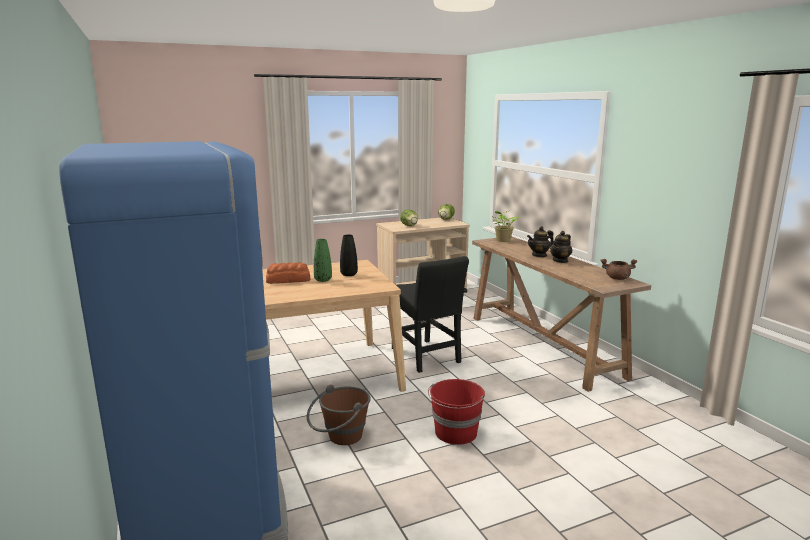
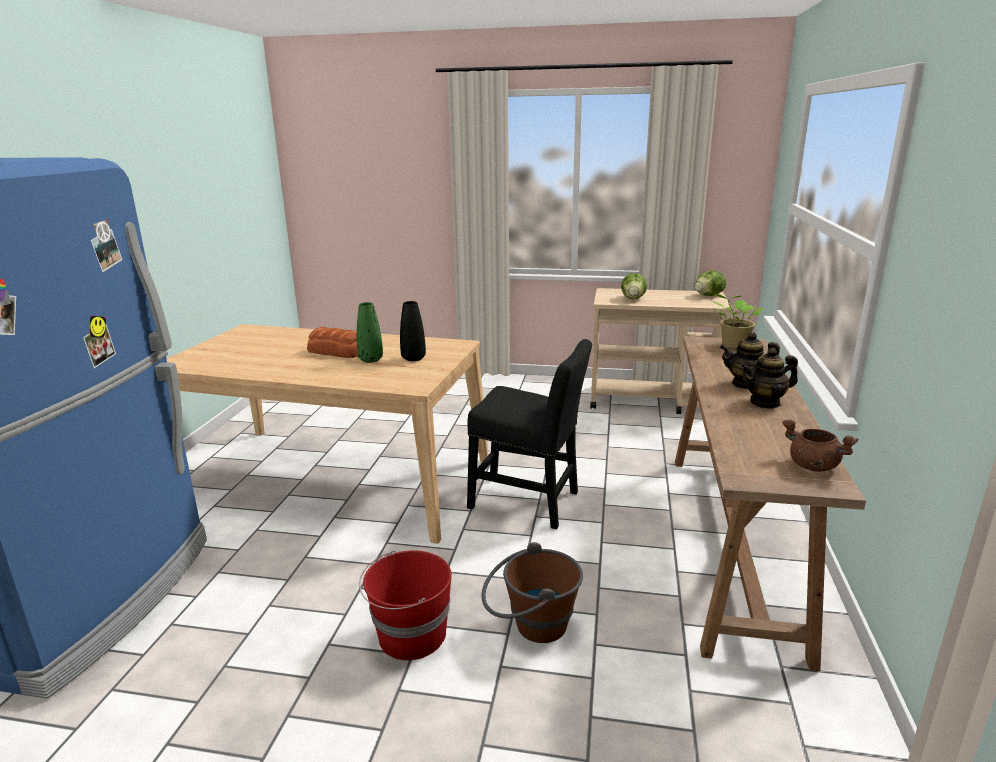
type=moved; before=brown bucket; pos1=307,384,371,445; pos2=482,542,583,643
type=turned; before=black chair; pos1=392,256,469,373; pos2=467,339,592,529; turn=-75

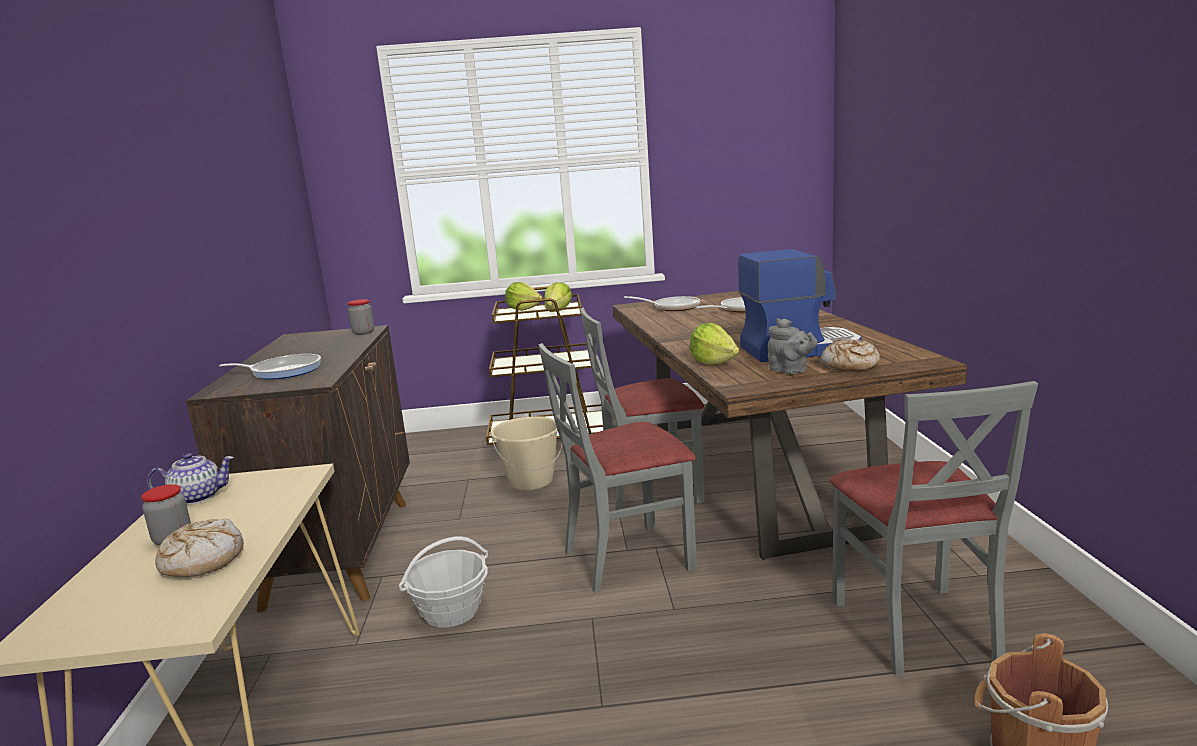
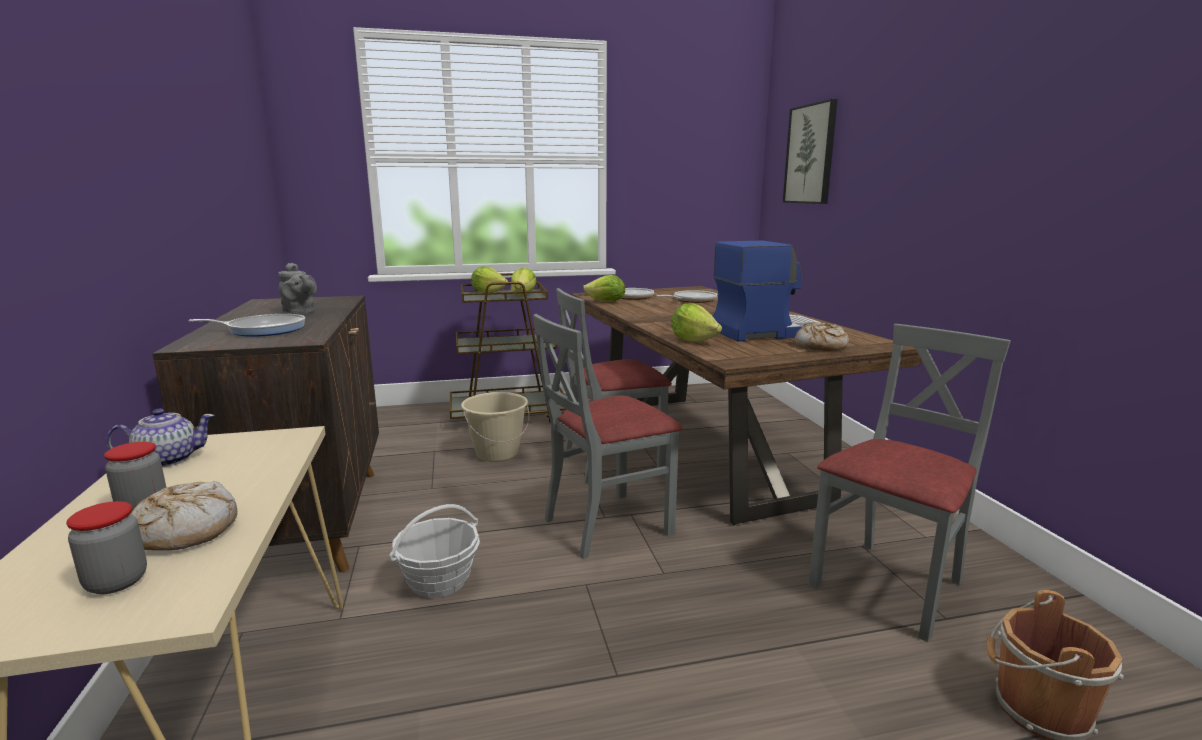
type=moved; before=jar; pos1=348,299,374,335; pos2=66,501,147,594
type=moved; before=gray pot for tea; pos1=768,318,818,374; pos2=278,263,317,314
type=turned; before=gray chair; pos1=829,381,1038,676; pos2=808,324,1011,642; turn=-120
type=added; after=head of lettuce; pos2=583,275,625,302
type=added; after=wall picture; pos2=783,99,838,204

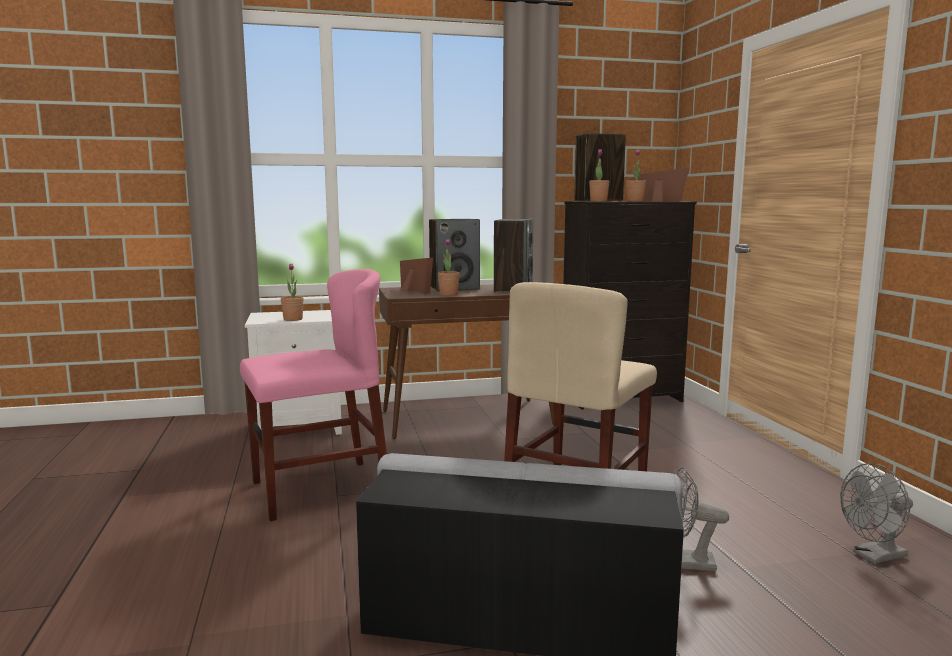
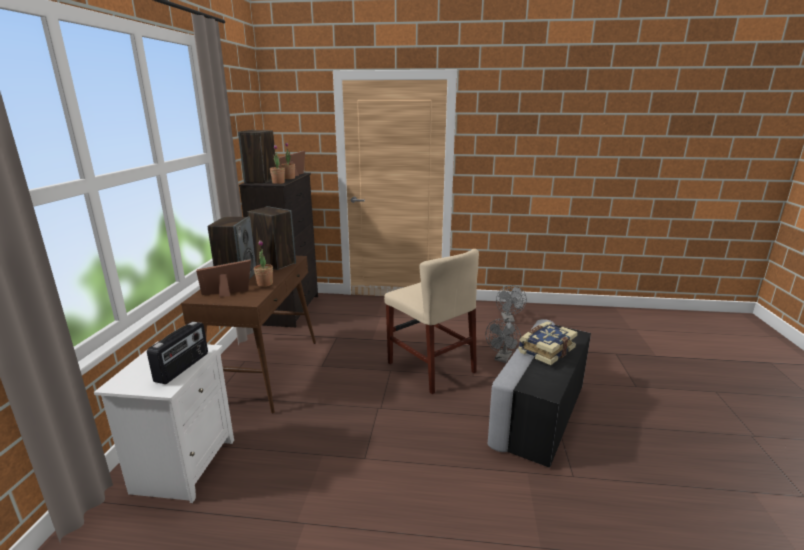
type=removed; before=pinkish chair; pos1=240,269,387,521
type=replaced; before=plant in a pot; after=radio receiver; pos1=280,263,304,321; pos2=147,321,208,384
type=added; after=volume; pos2=518,321,578,365

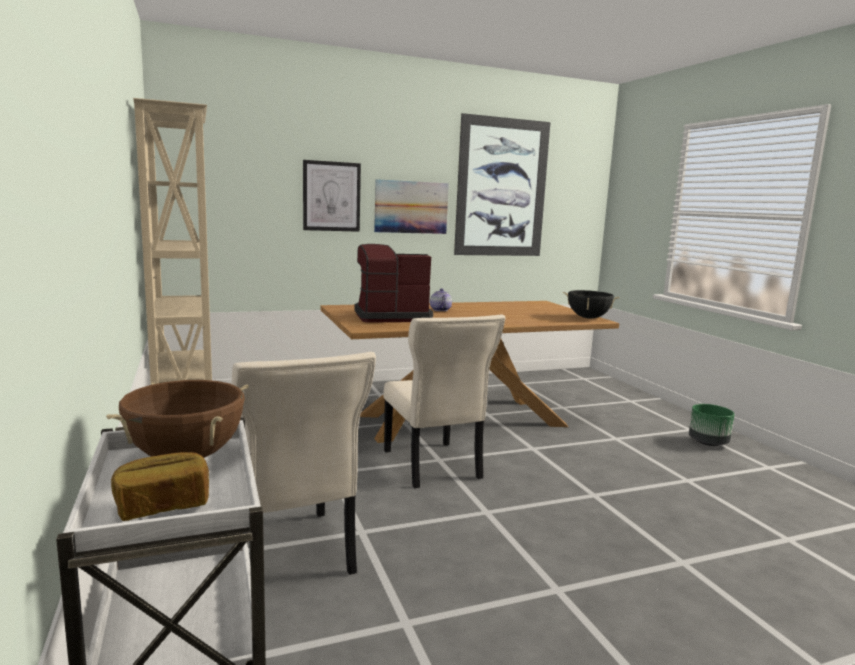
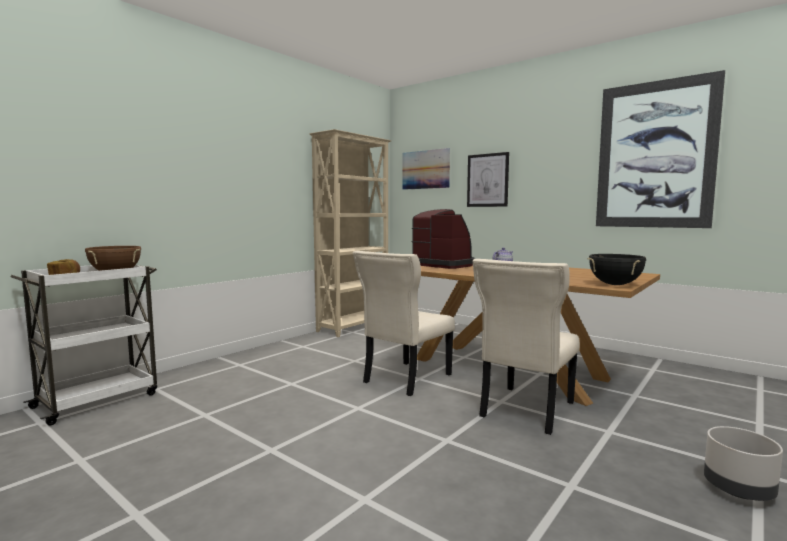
type=moved; before=sand-coloured chair; pos1=232,352,376,575; pos2=473,259,580,435
type=moved; before=wall picture; pos1=374,179,449,234; pos2=403,148,450,190
type=recoloured; before=green plant pot; after=gray plant pot; pos1=689,404,735,446; pos2=704,426,783,501

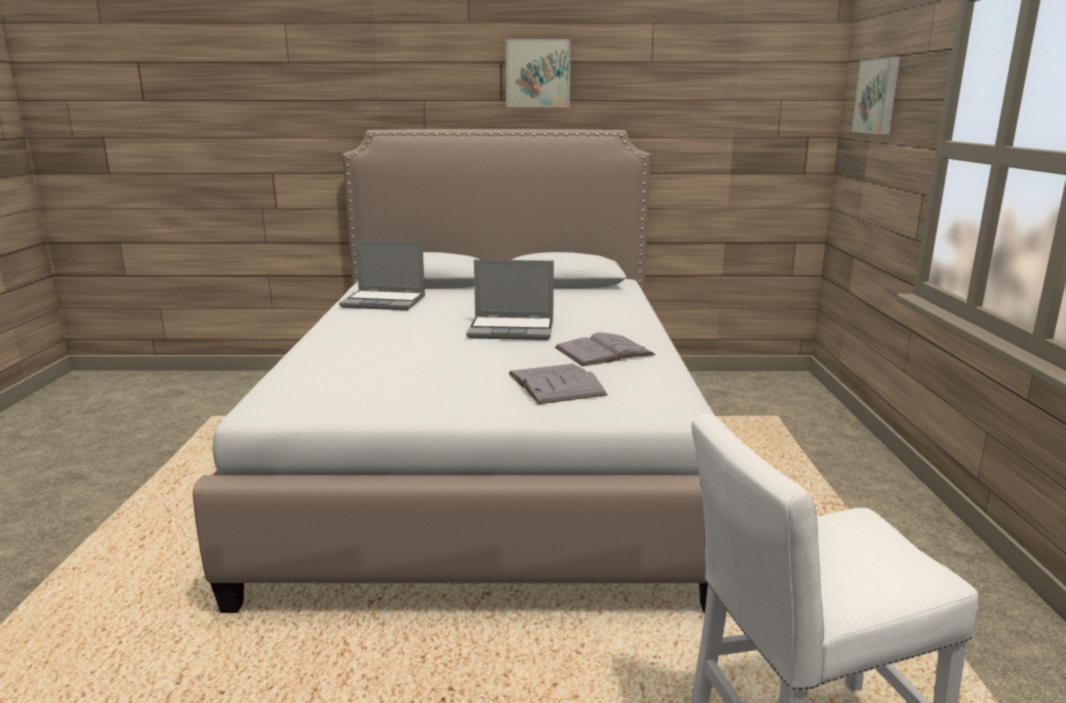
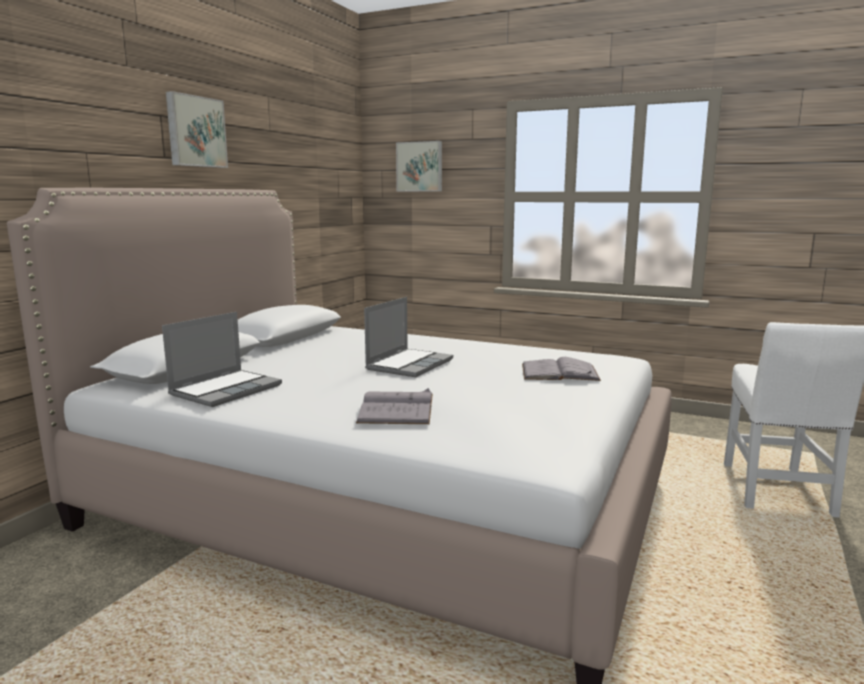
type=moved; before=gray volume; pos1=555,332,656,366; pos2=356,388,433,424

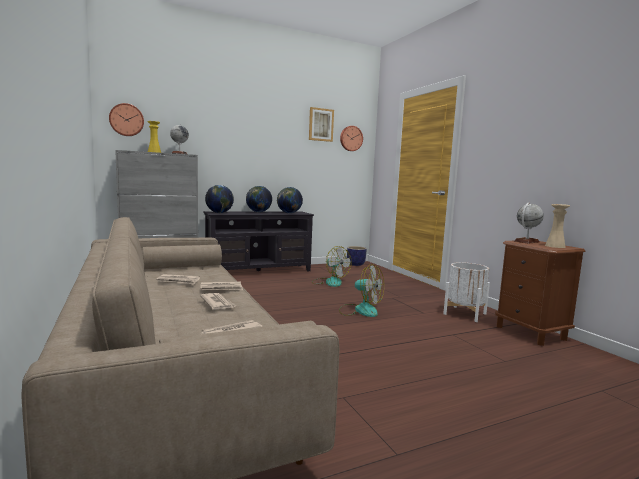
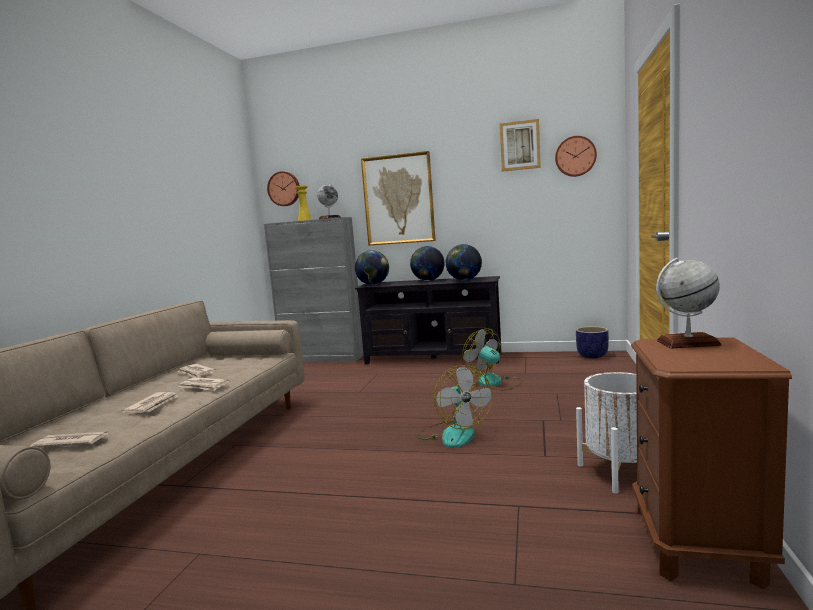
type=turned; before=cooling fan; pos1=312,246,352,287; pos2=462,328,523,390; turn=150
type=removed; before=sand-coloured decorative vase; pos1=545,204,570,248
type=added; after=wall picture; pos2=361,151,436,246

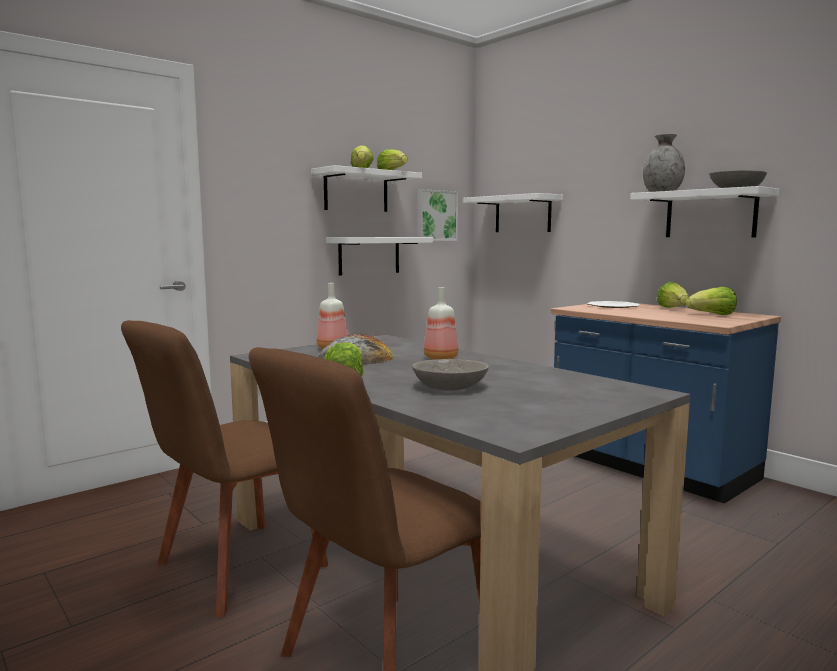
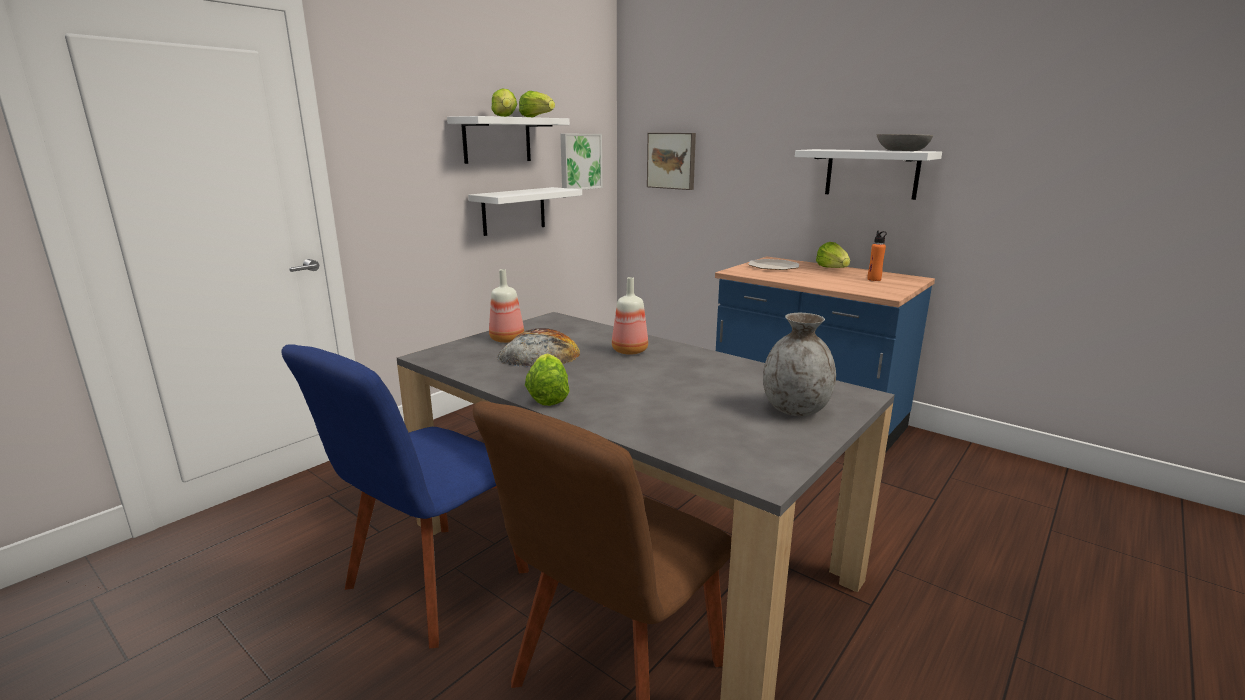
type=recoloured; before=brown chair; after=bluish chair; pos1=121,320,328,617; pos2=281,344,529,648
type=removed; before=gray deep dish; pos1=412,359,489,391
type=replaced; before=whitish wall shelf; after=wall picture; pos1=463,193,563,232; pos2=647,133,696,190
type=moved; before=gray decorative vase; pos1=643,134,685,192; pos2=763,313,836,416
type=replaced; before=head of lettuce; after=orange-coloured beverage bottle; pos1=686,286,737,315; pos2=867,231,887,281

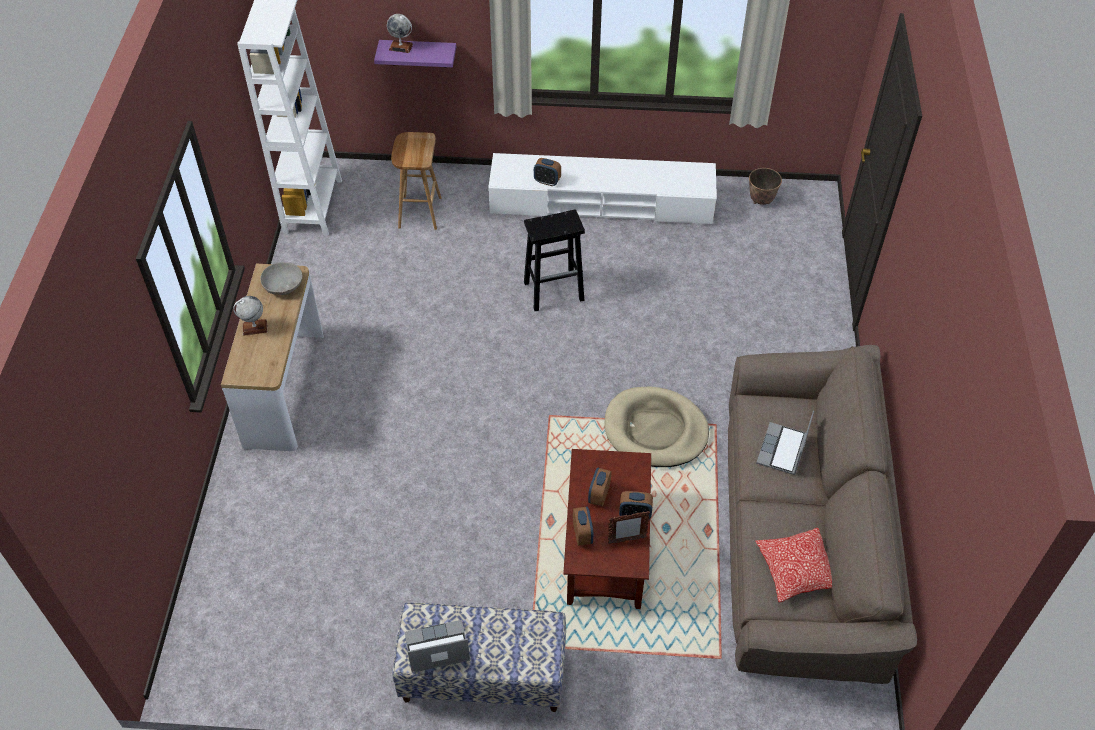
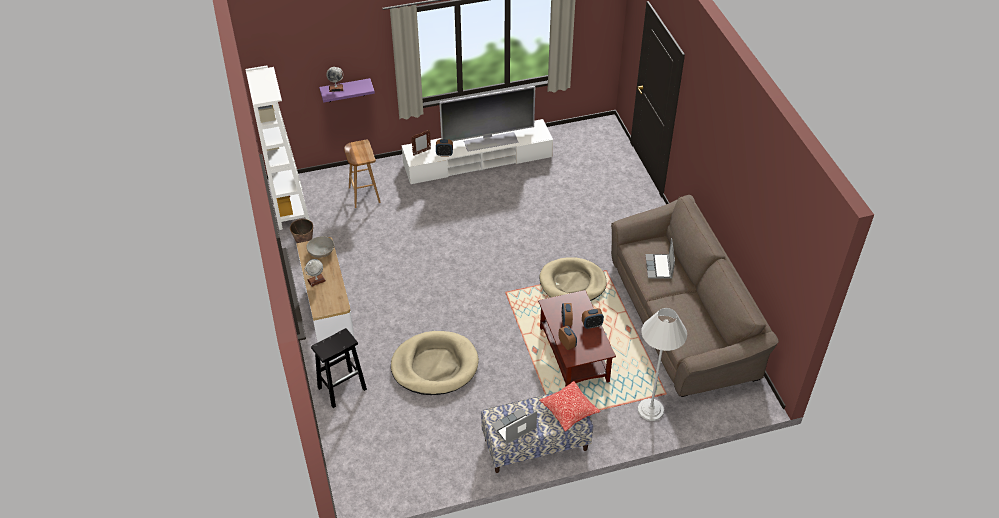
type=moved; before=black stool; pos1=524,210,585,311; pos2=311,328,367,408
type=moved; before=standing frame; pos1=608,511,650,544; pos2=411,130,431,155
type=moved; before=plant pot; pos1=749,168,782,205; pos2=290,219,313,243
type=moved; before=pillow; pos1=755,528,832,602; pos2=540,381,601,431
type=added; after=sand-coloured dog cushion; pos2=391,331,479,395
type=added; after=television; pos2=439,86,535,152
type=added; after=whitish standard lamp; pos2=638,308,687,421

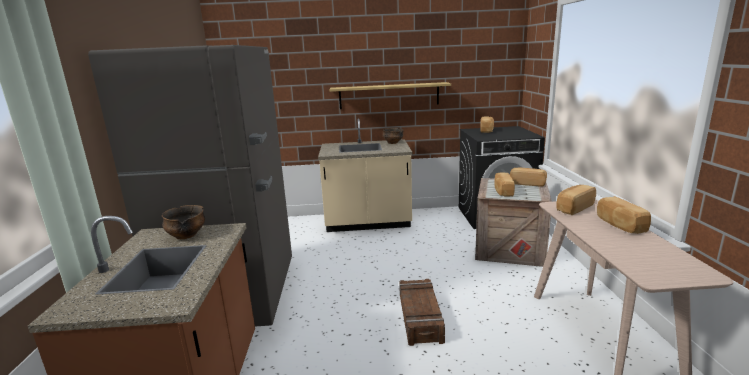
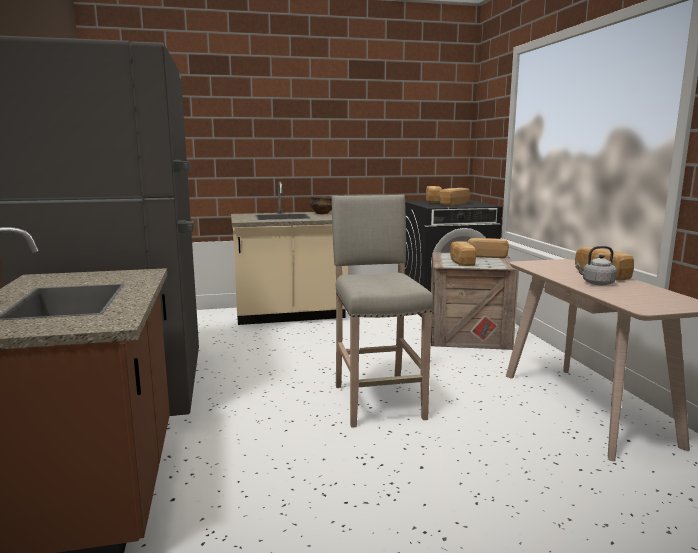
type=removed; before=deep dish; pos1=161,205,205,239
type=removed; before=wall shelf; pos1=329,82,451,109
type=replaced; before=shipping crate; after=sand-coloured stool; pos1=399,279,445,346; pos2=331,195,433,428
type=moved; before=bread; pos1=556,185,596,215; pos2=439,188,470,206
type=added; after=gray tea kettle; pos2=575,246,617,285

